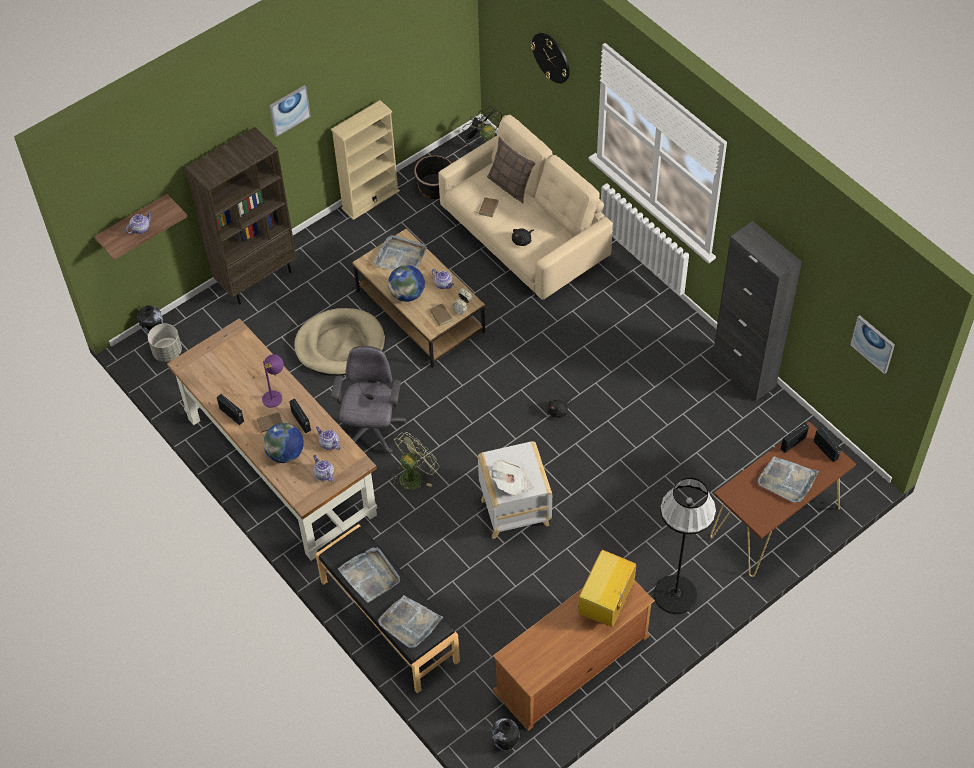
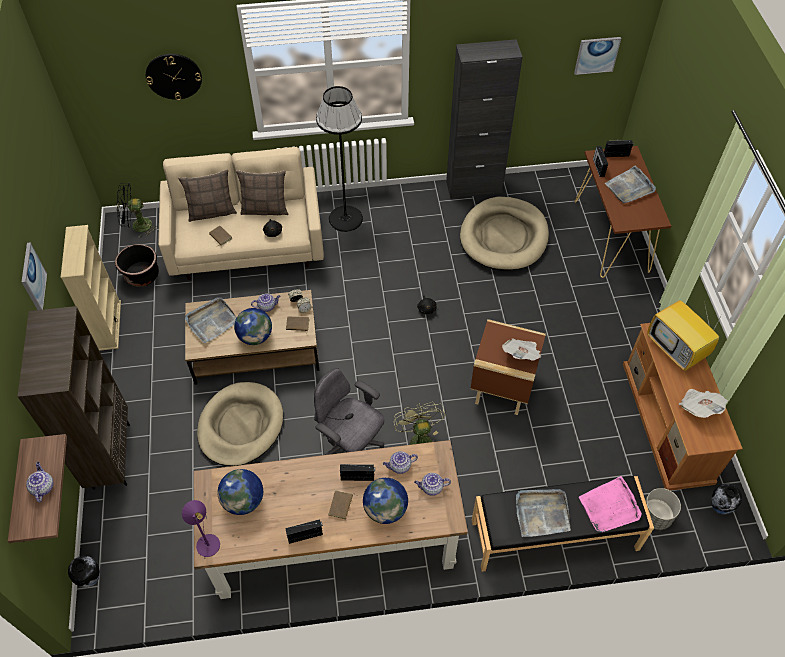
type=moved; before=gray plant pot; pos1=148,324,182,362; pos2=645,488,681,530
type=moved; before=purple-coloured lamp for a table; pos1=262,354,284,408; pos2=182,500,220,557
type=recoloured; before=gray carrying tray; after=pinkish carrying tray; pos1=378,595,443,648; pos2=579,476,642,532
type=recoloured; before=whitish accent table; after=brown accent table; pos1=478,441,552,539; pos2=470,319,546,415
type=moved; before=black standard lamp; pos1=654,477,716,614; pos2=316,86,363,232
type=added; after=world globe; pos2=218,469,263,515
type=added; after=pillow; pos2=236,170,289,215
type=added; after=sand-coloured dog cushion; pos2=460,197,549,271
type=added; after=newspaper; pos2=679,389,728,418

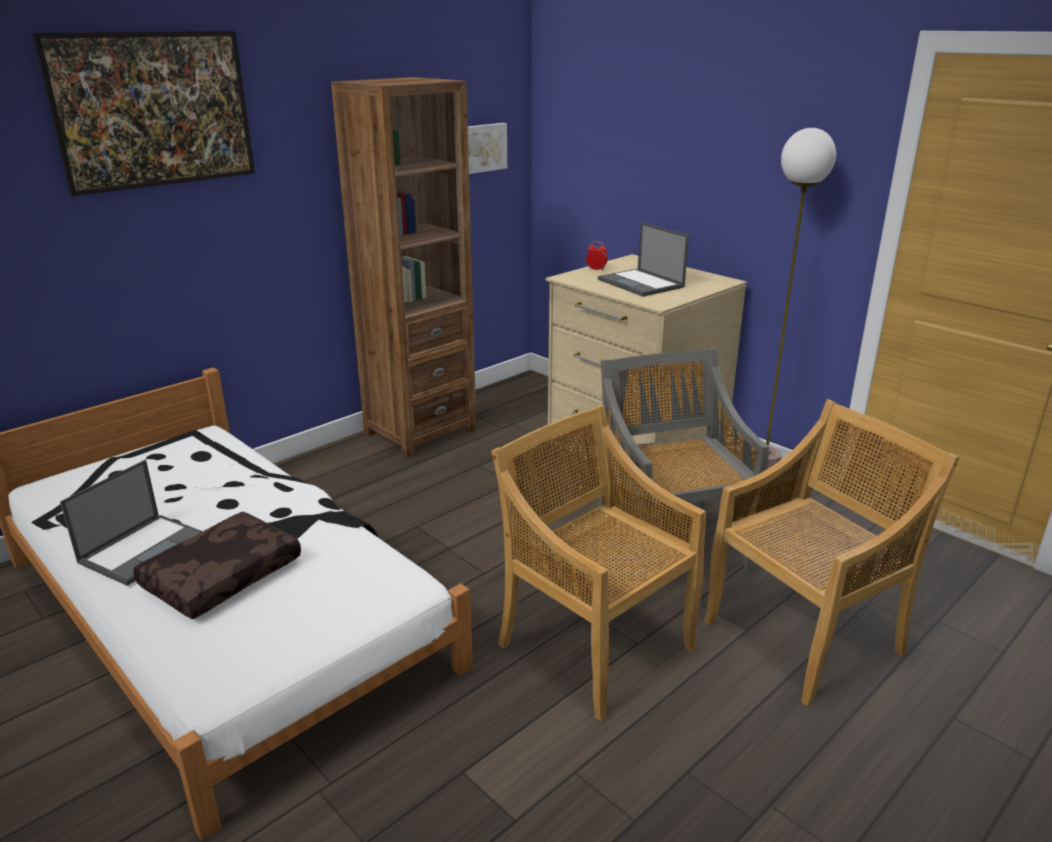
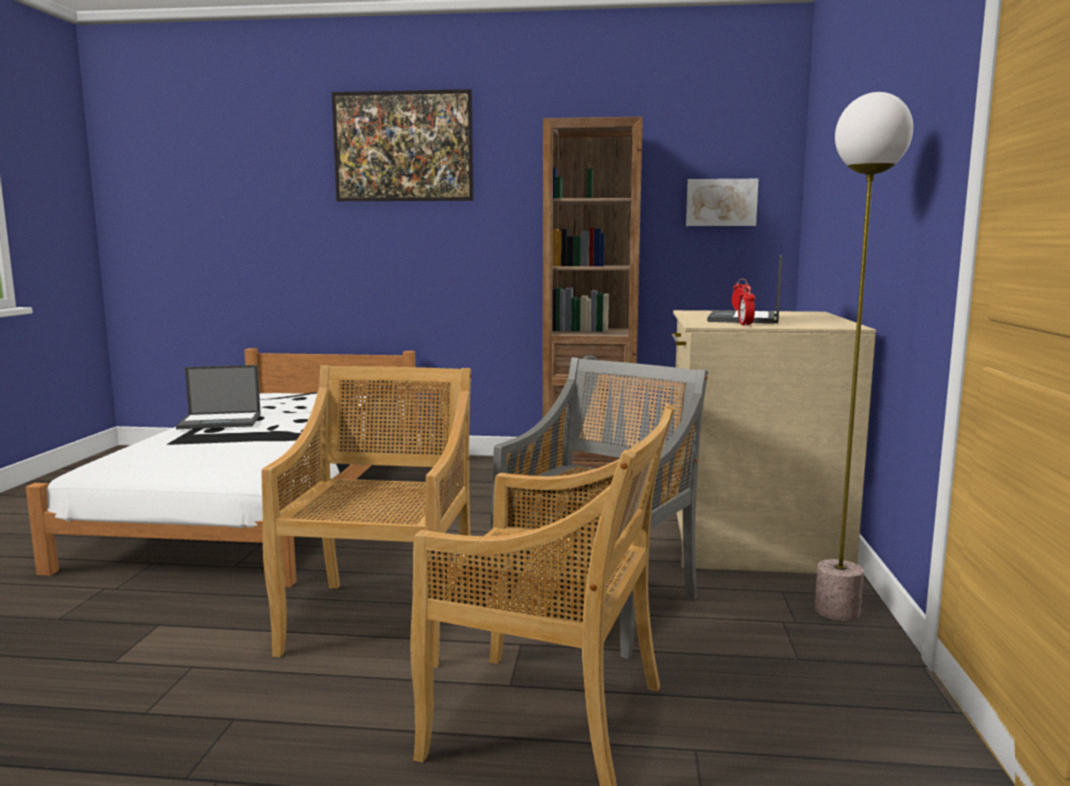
type=removed; before=brown pillow; pos1=133,512,301,619
type=added; after=table clock; pos2=738,286,756,326

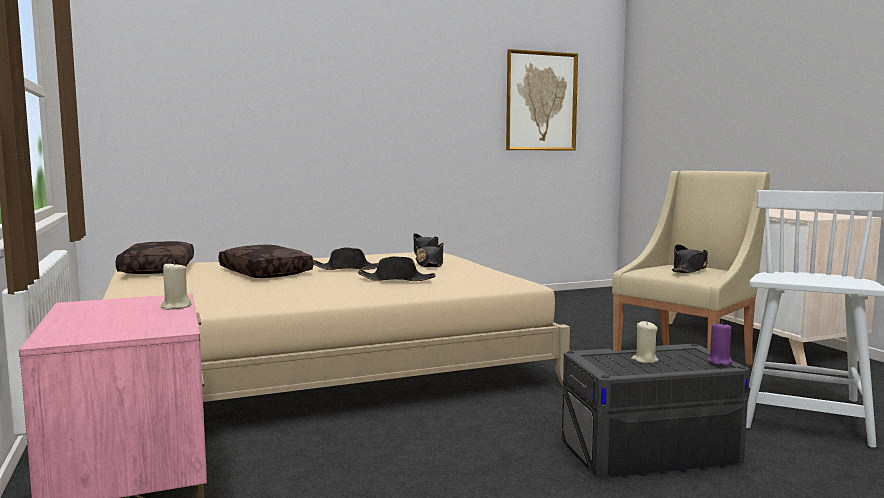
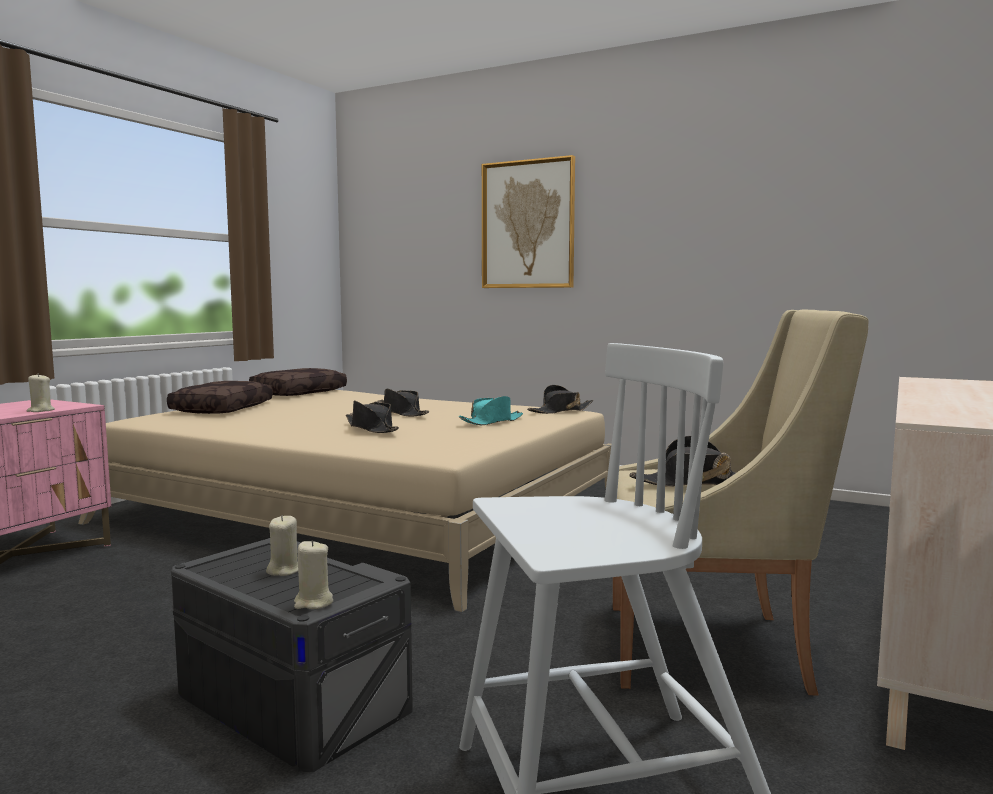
type=moved; before=brown pillow; pos1=219,244,313,278; pos2=167,381,273,414
type=recoloured; before=black hat; after=blue-green hat; pos1=416,243,443,267; pos2=459,396,523,425
type=moved; before=wall picture; pos1=506,49,578,151; pos2=482,155,575,288
type=recoloured; before=purple-coloured wax light; after=sand-coloured wax light; pos1=707,321,733,366; pos2=294,540,333,609

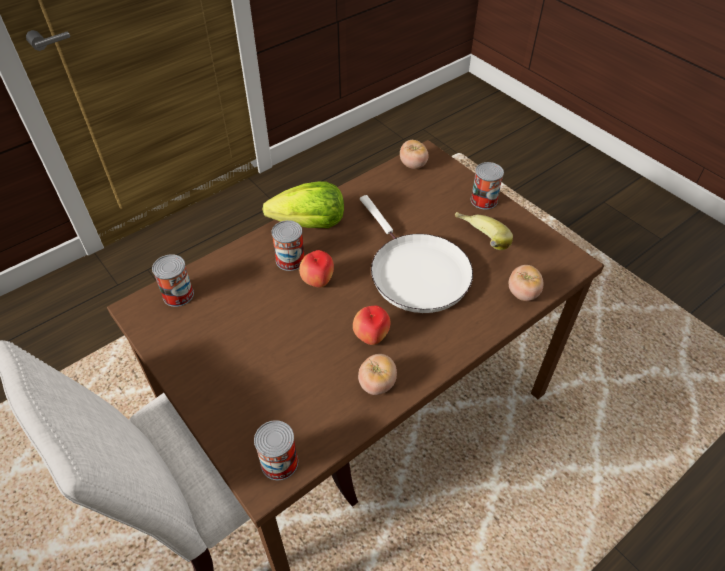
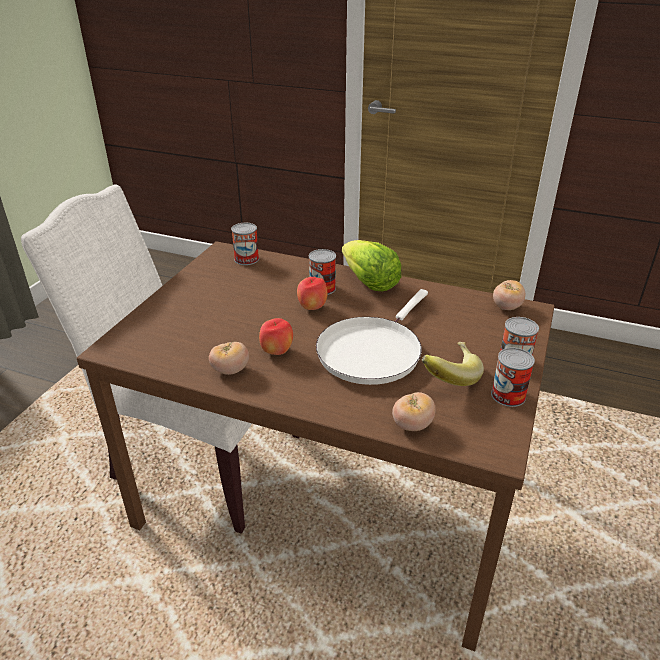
type=moved; before=metal can; pos1=254,420,298,480; pos2=491,348,535,407

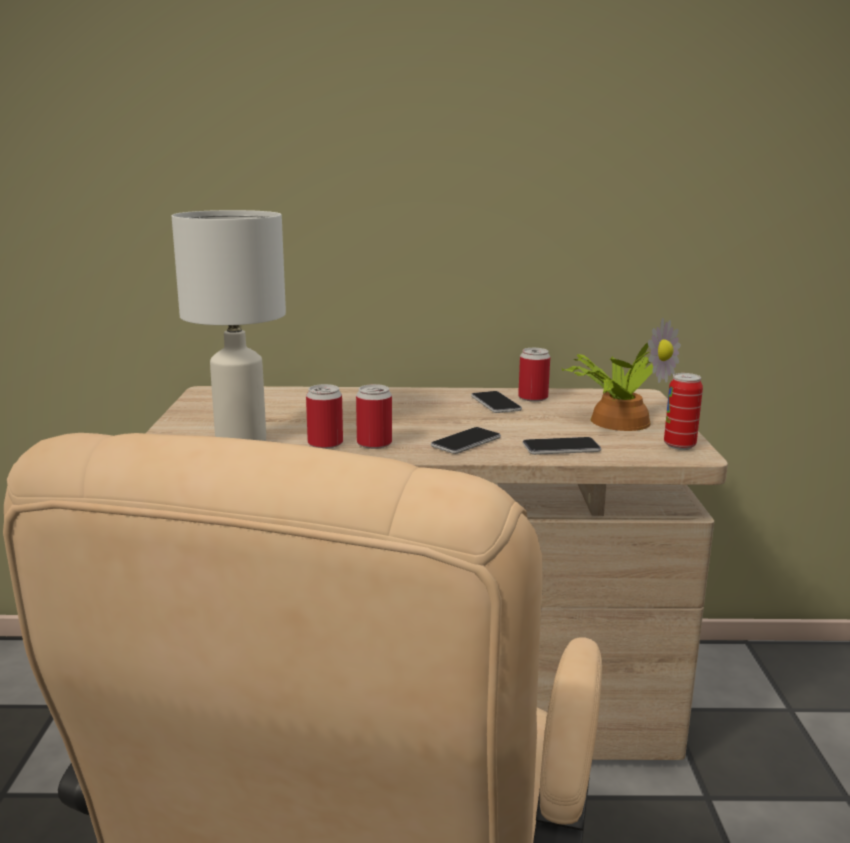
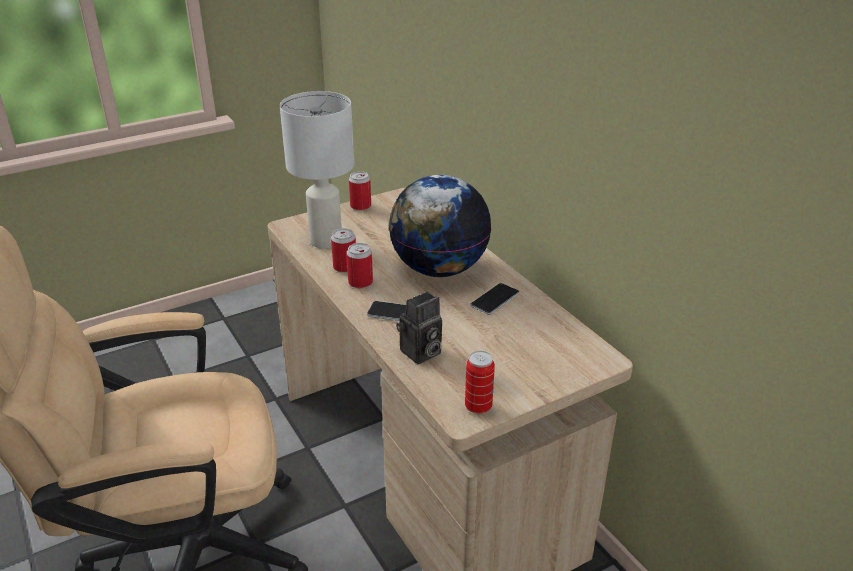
type=moved; before=metal can; pos1=518,348,550,402; pos2=349,171,371,211
type=replaced; before=telephone; after=photo camera; pos1=523,437,601,455; pos2=396,291,442,364
type=removed; before=plant in a pot; pos1=562,318,681,431
type=added; after=world globe; pos2=389,175,492,277

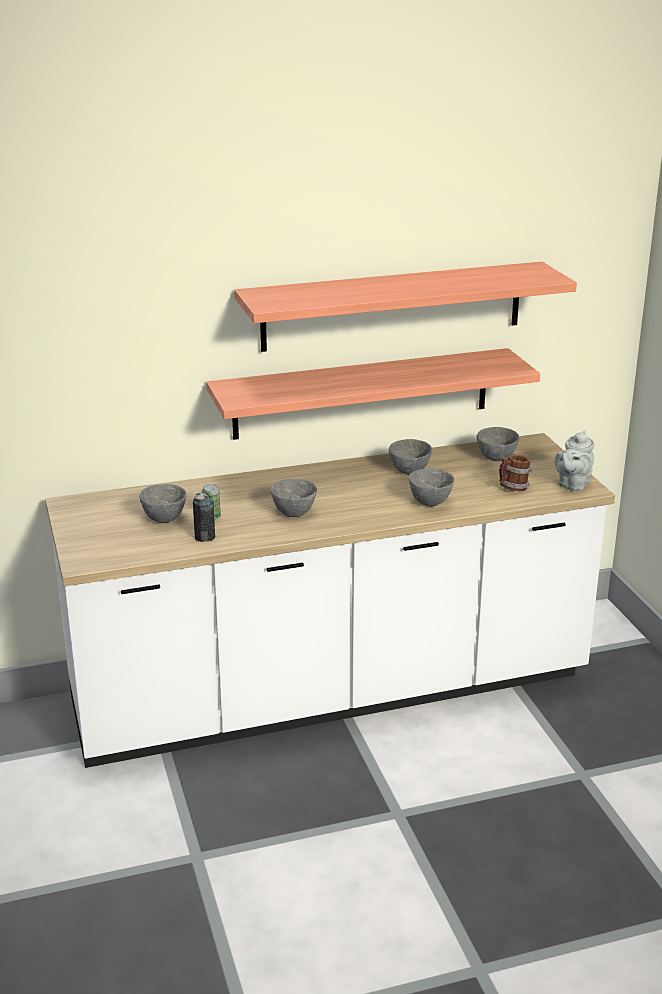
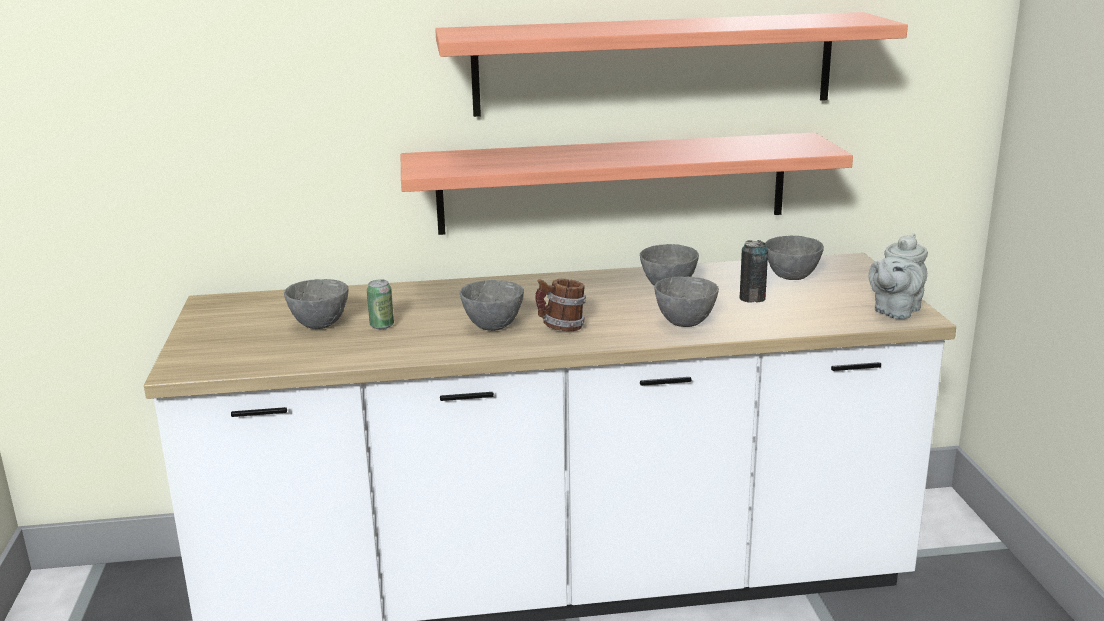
type=moved; before=metal can; pos1=193,492,215,542; pos2=739,240,768,303
type=moved; before=tea mug; pos1=499,454,532,491; pos2=535,279,586,331

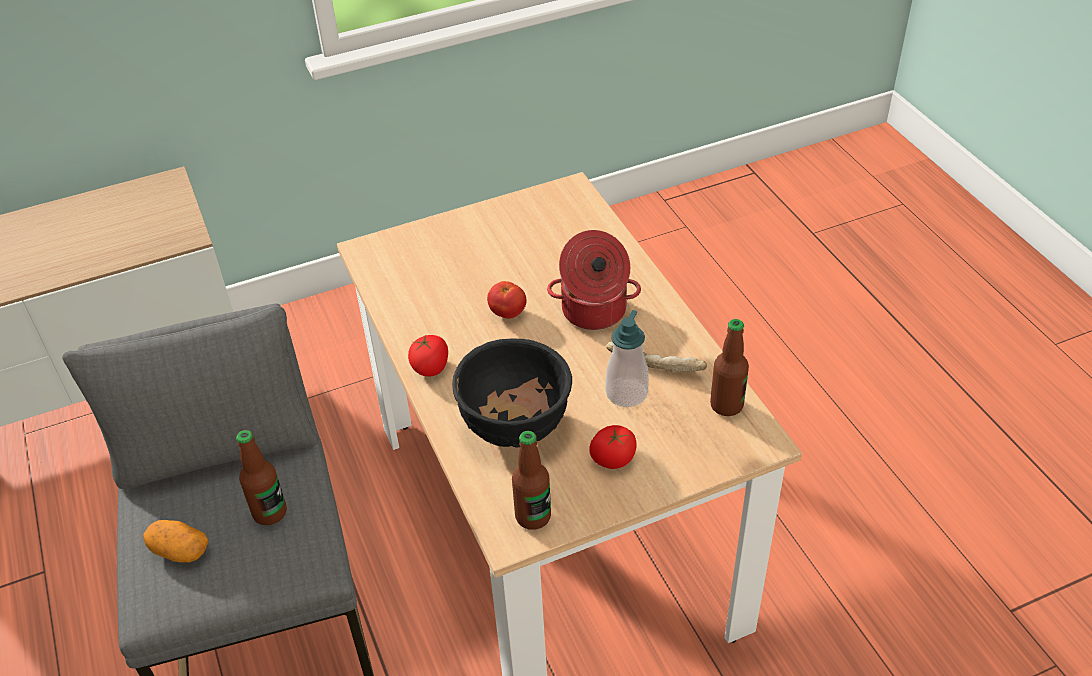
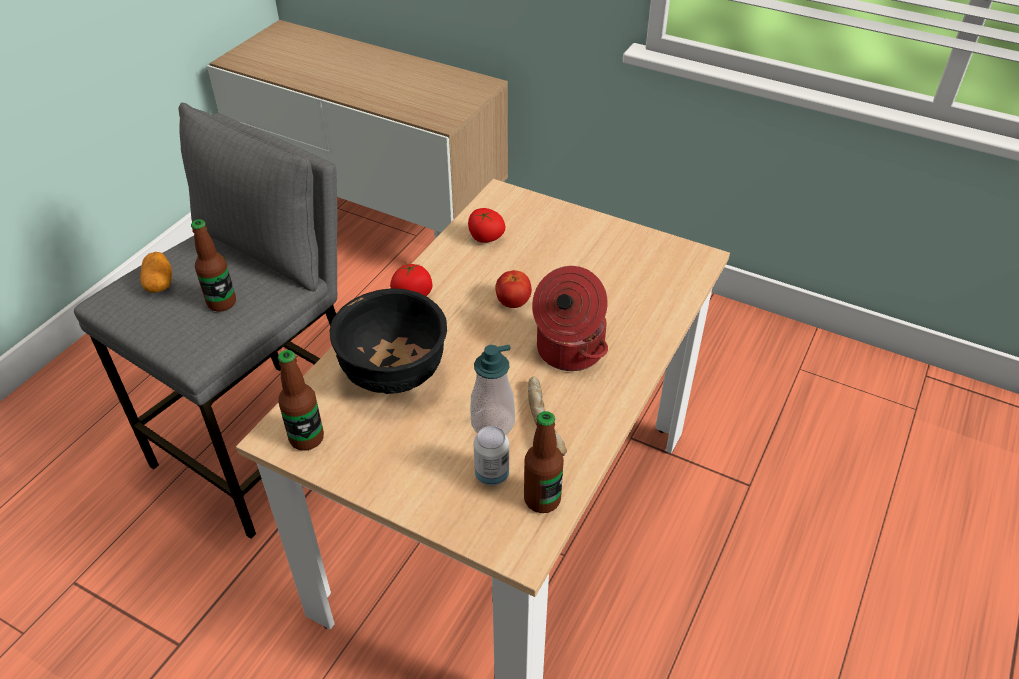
type=moved; before=whole tomato; pos1=590,425,637,469; pos2=468,208,505,243
type=added; after=metal can; pos2=474,426,509,486

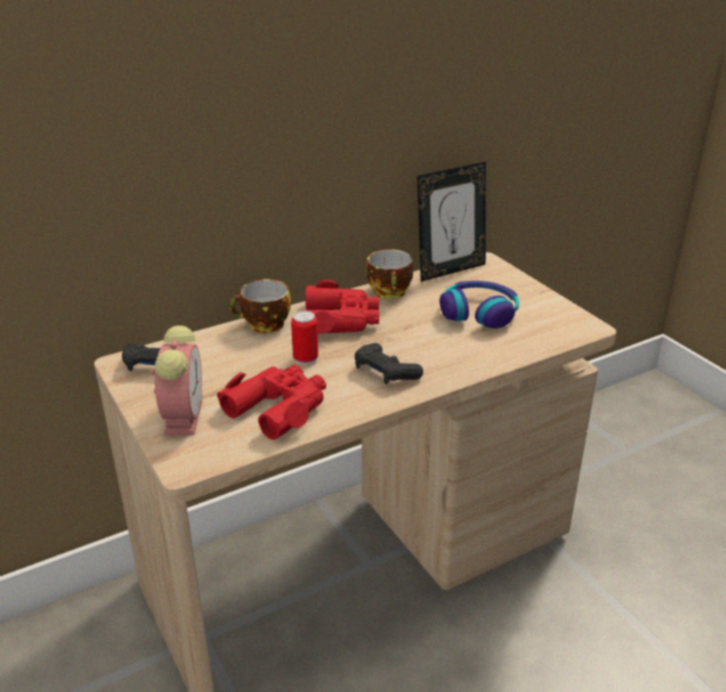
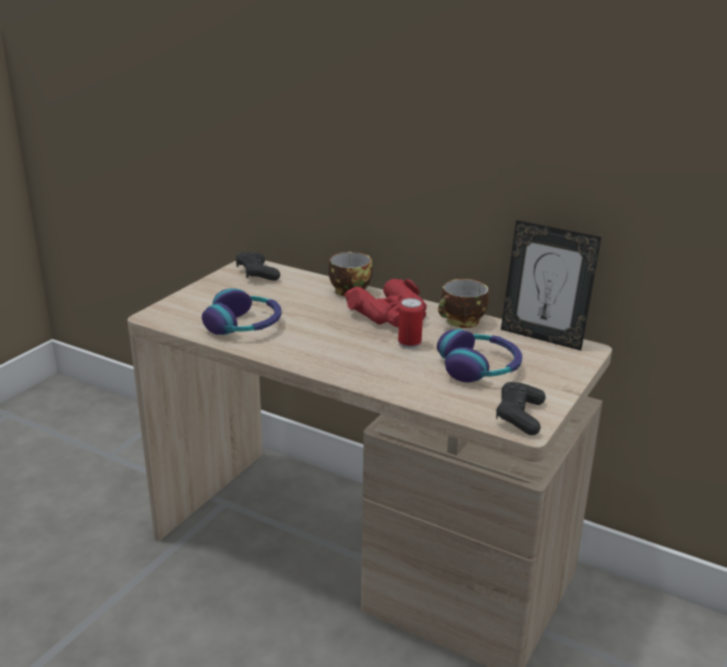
type=removed; before=table clock; pos1=151,325,202,435
type=replaced; before=reddish pair of binoculars; after=pair of headphones; pos1=217,365,326,440; pos2=202,289,282,335
type=moved; before=metal can; pos1=291,311,318,365; pos2=398,298,423,349
type=moved; before=black game controller; pos1=355,343,423,384; pos2=496,382,546,435

